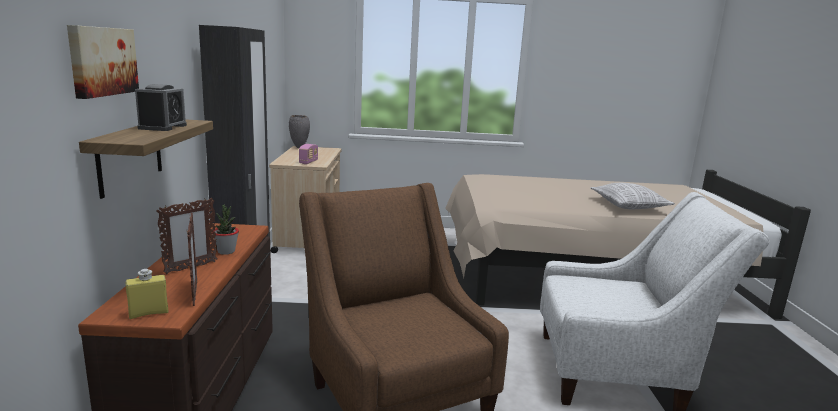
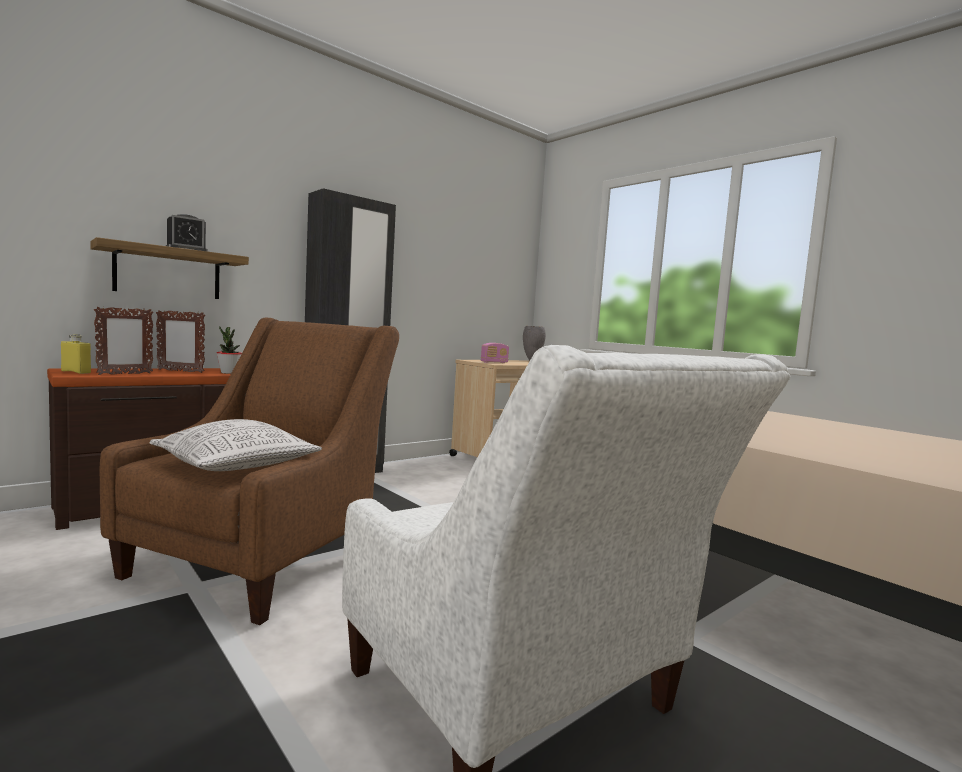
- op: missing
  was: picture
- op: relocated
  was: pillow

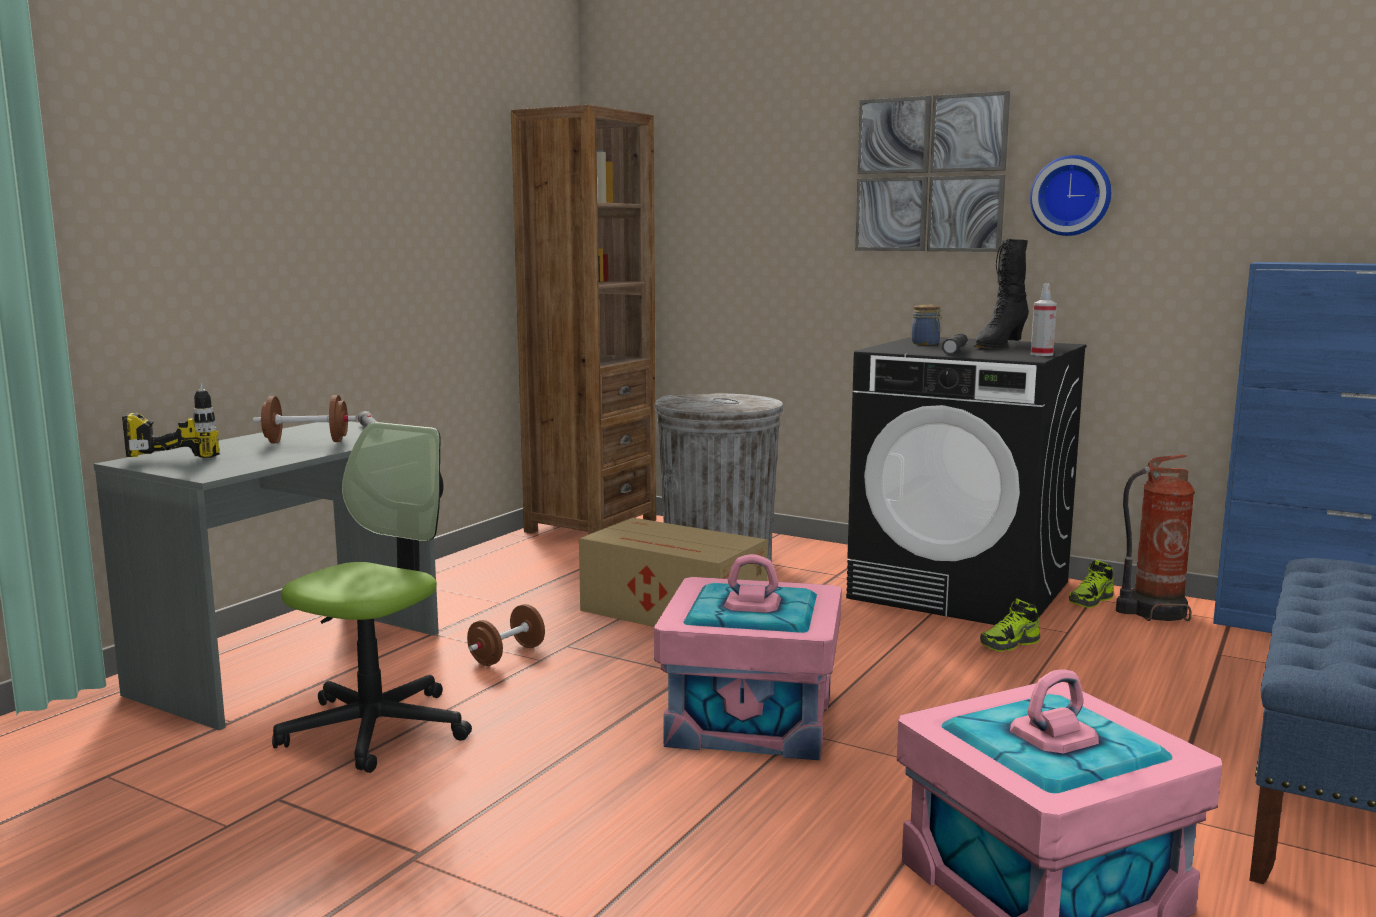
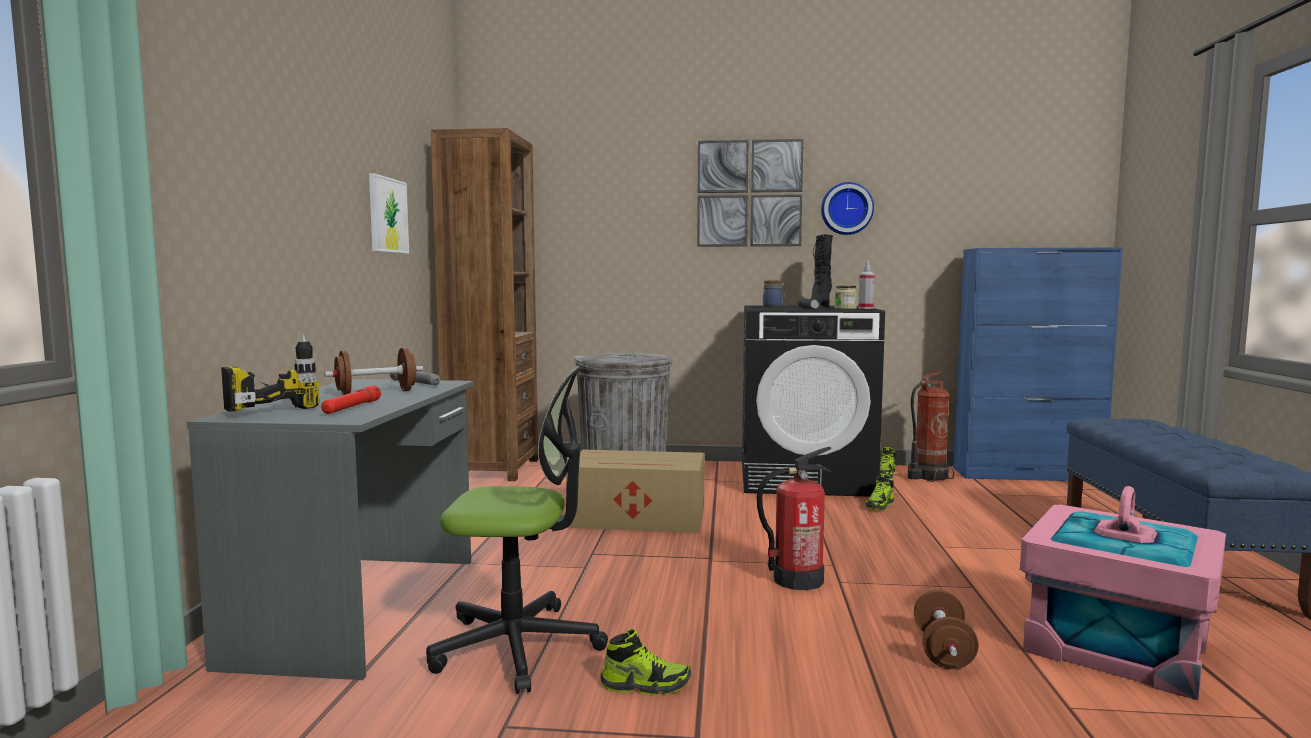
- op: spun
  was: office chair
  clockwise: 90
- op: exchanged
  was: storage box (pink) (no. 1 from left)
  now: fire extinguisher (no. 1 from left)
- op: relocated
  was: dumbbell (brown) (no. 2 from left)
- op: appeared
  now: picture (no. 1 from left)
- op: appeared
  now: jar (no. 2 from left)
- op: appeared
  now: flashlight (red)
- op: appeared
  now: shoe (no. 1 from left)

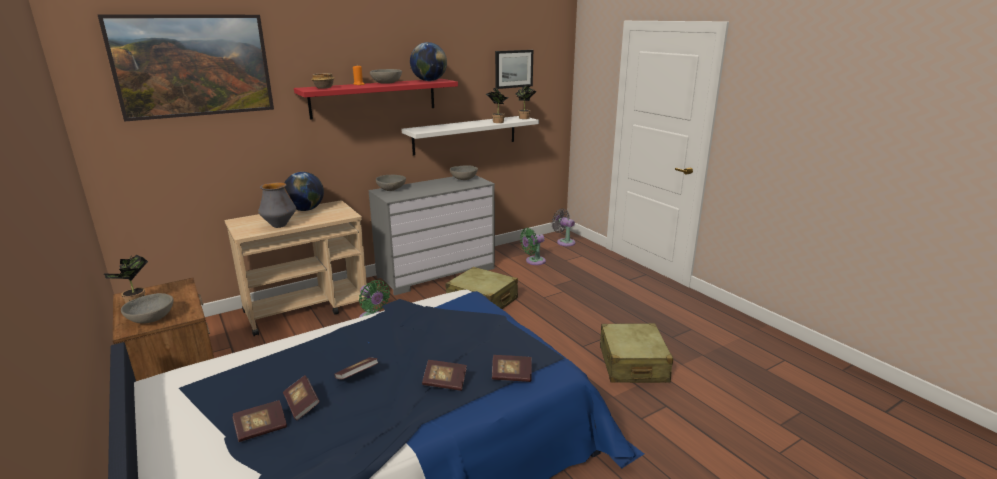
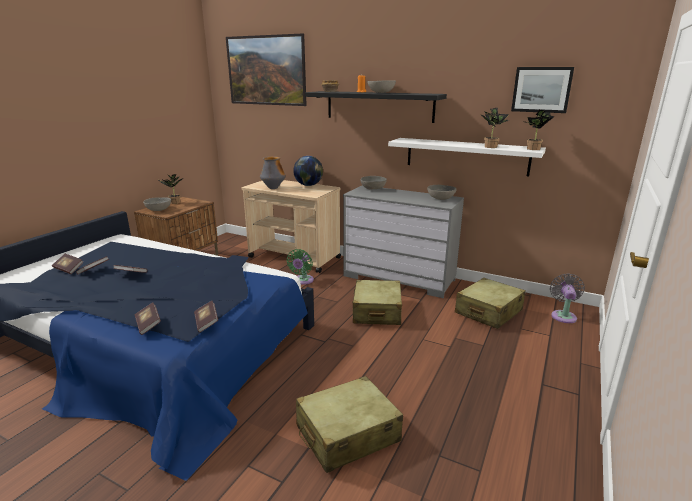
- op: missing
  was: globe (no. 2 from left)
- op: colour
  was: shelf (red)
  now: shelf (black)
- op: exchanged
  was: fan (green) (no. 2 from left)
  now: suitcase (beige) (no. 3 from left)
- op: relocated
  was: book (no. 4 from left in the first image)
  now: book (no. 5 from left)

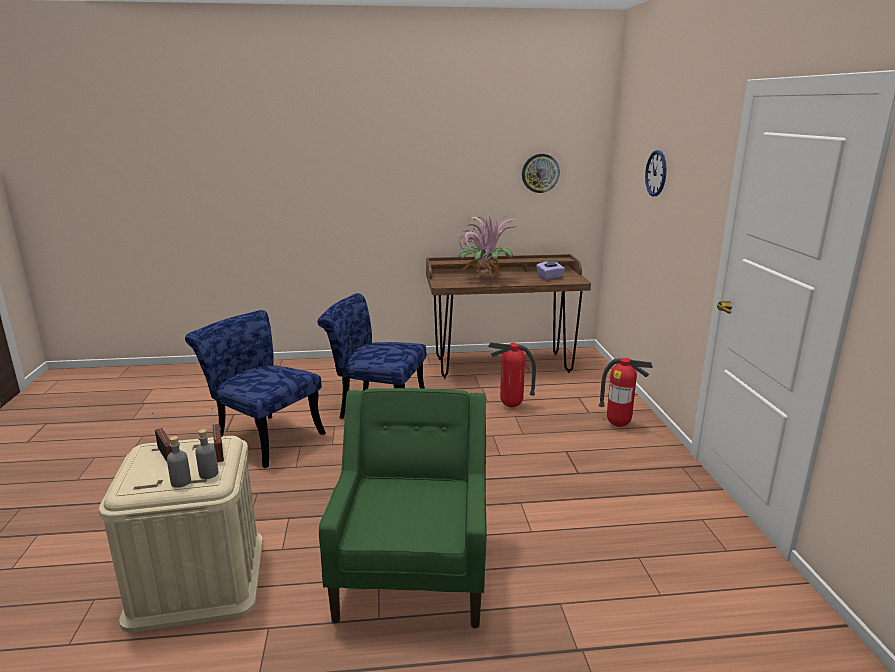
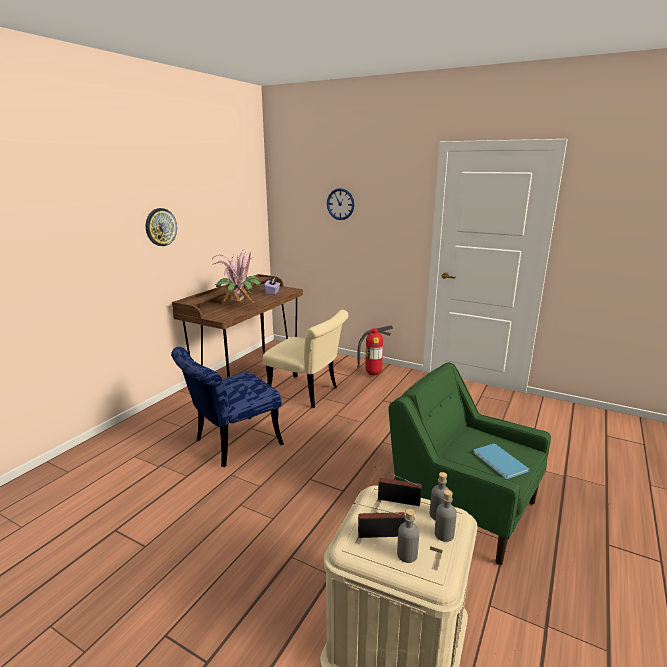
- op: relocated
  was: wall clock (no. 1 from left)
- op: missing
  was: chair (blue) (no. 1 from left)
- op: exchanged
  was: fire extinguisher (no. 1 from left)
  now: chair (beige)
- op: appeared
  now: book (blue)
- op: appeared
  now: bottle (grey) (no. 1 from left)

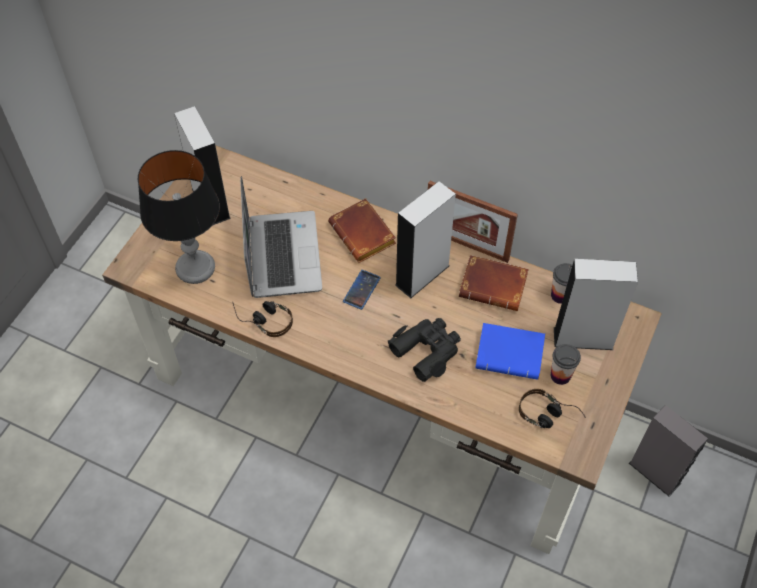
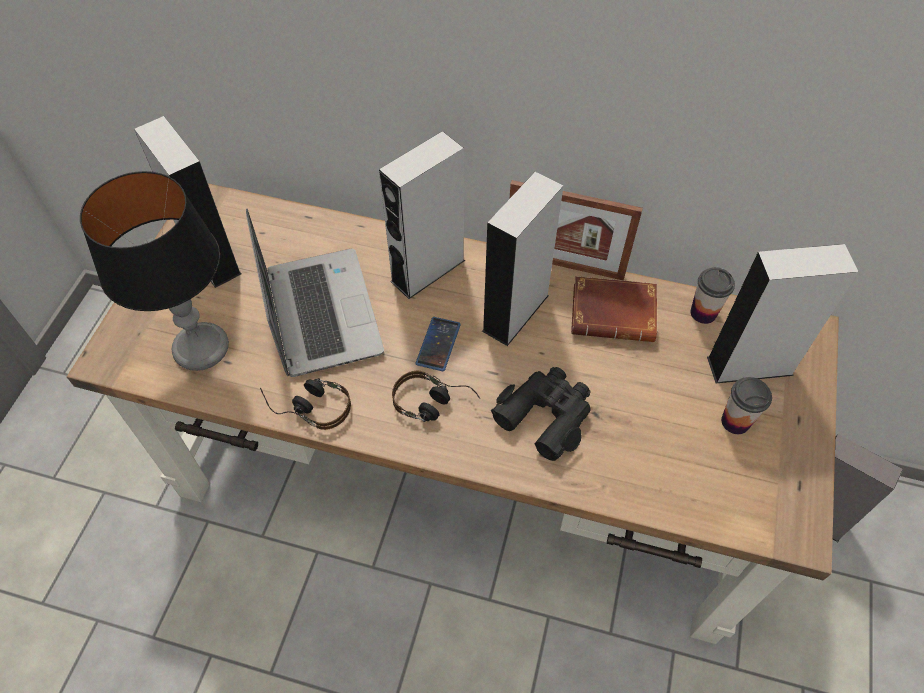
- op: exchanged
  was: book (brown) (no. 1 from left)
  now: speaker (grey) (no. 2 from left)
- op: missing
  was: book (blue)
- op: relocated
  was: headphones (no. 2 from left)

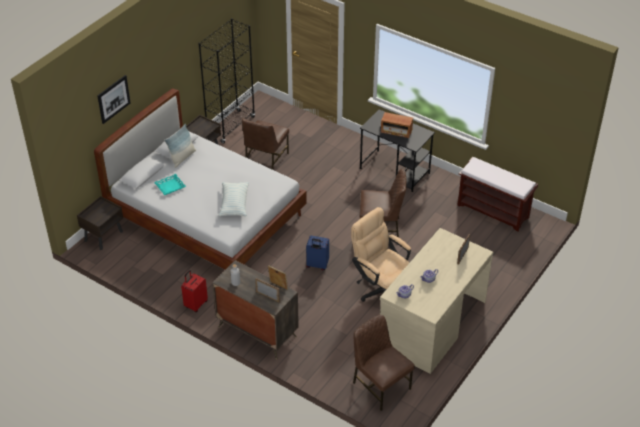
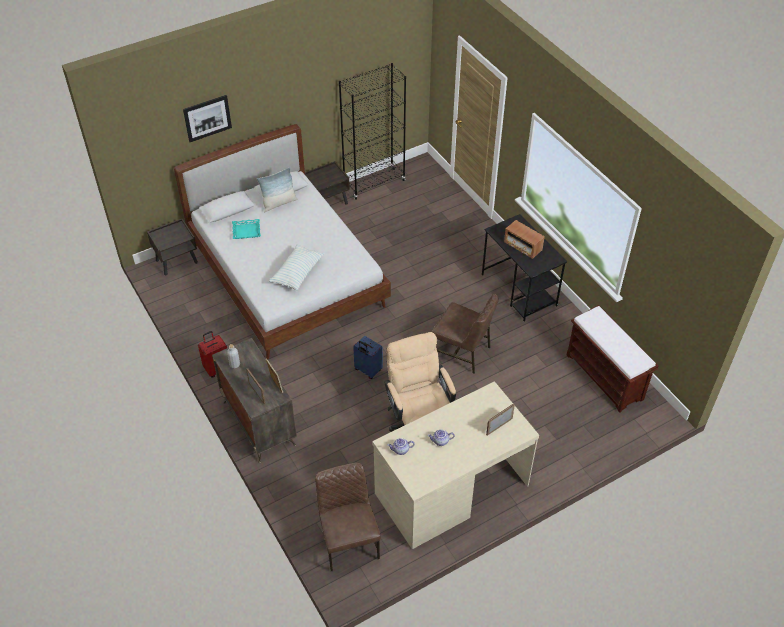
- op: missing
  was: chair (brown) (no. 1 from left)

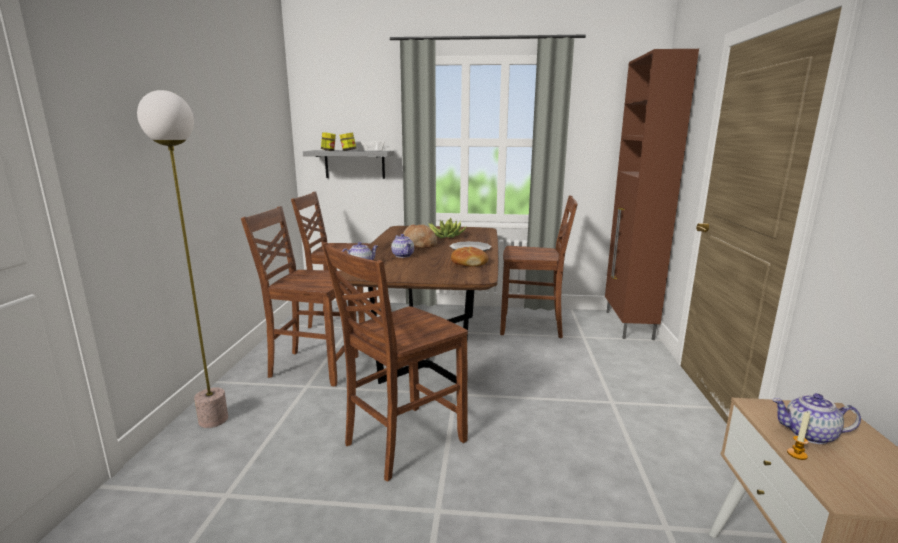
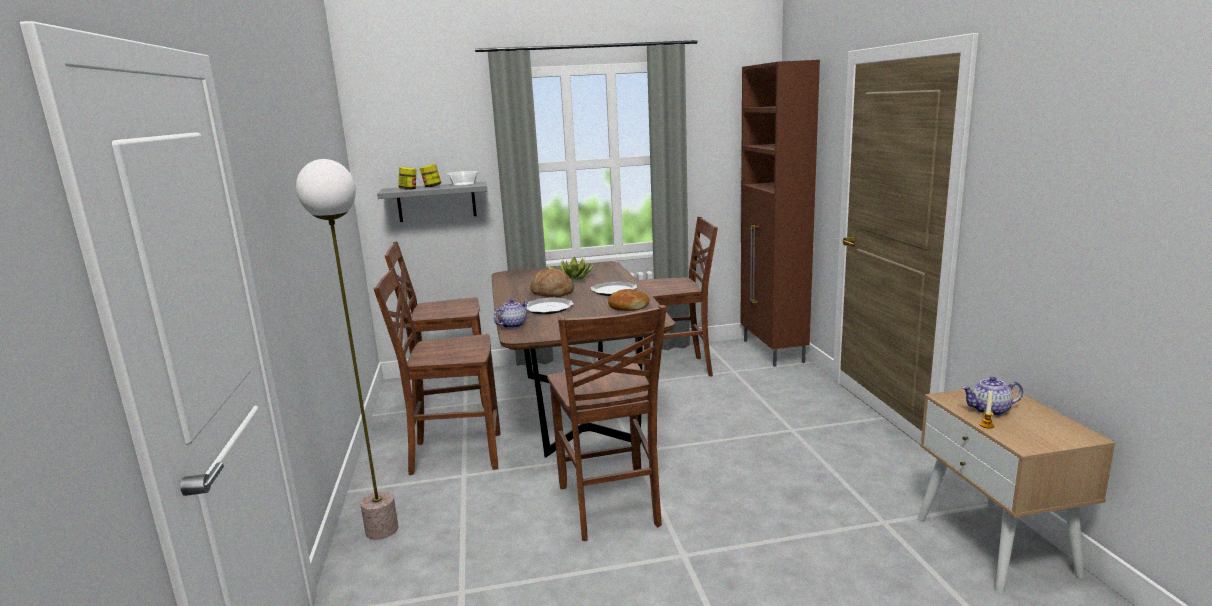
- op: exchanged
  was: teapot (no. 2 from left)
  now: plate (no. 1 from left)
- op: spun
  was: chair (brown) (no. 3 from left)
  clockwise: -45

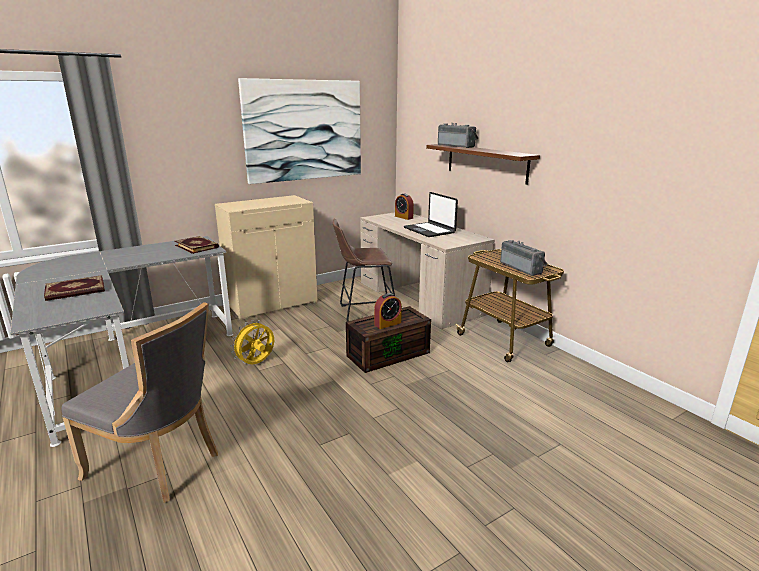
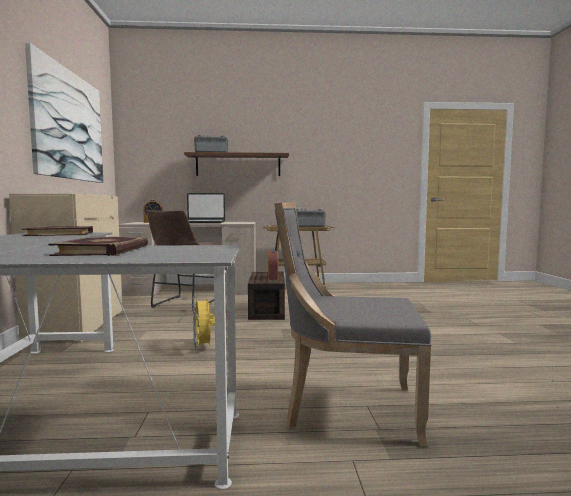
- op: spun
  was: chair (grey)
  clockwise: -135

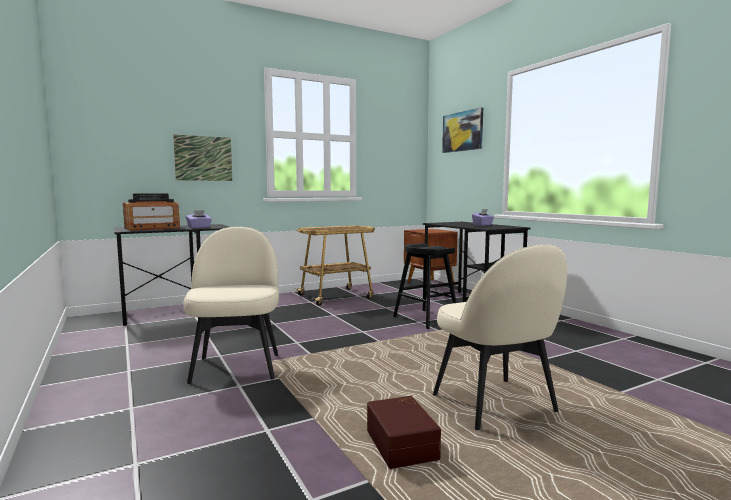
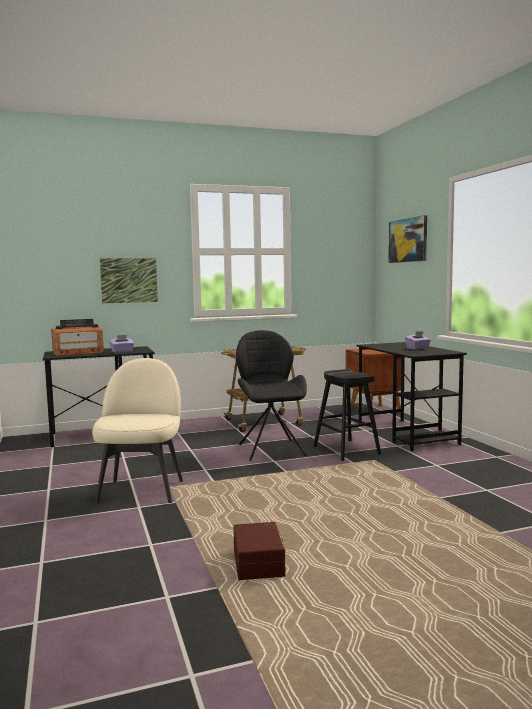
- op: missing
  was: chair (beige) (no. 2 from left)
- op: appeared
  now: chair (black)

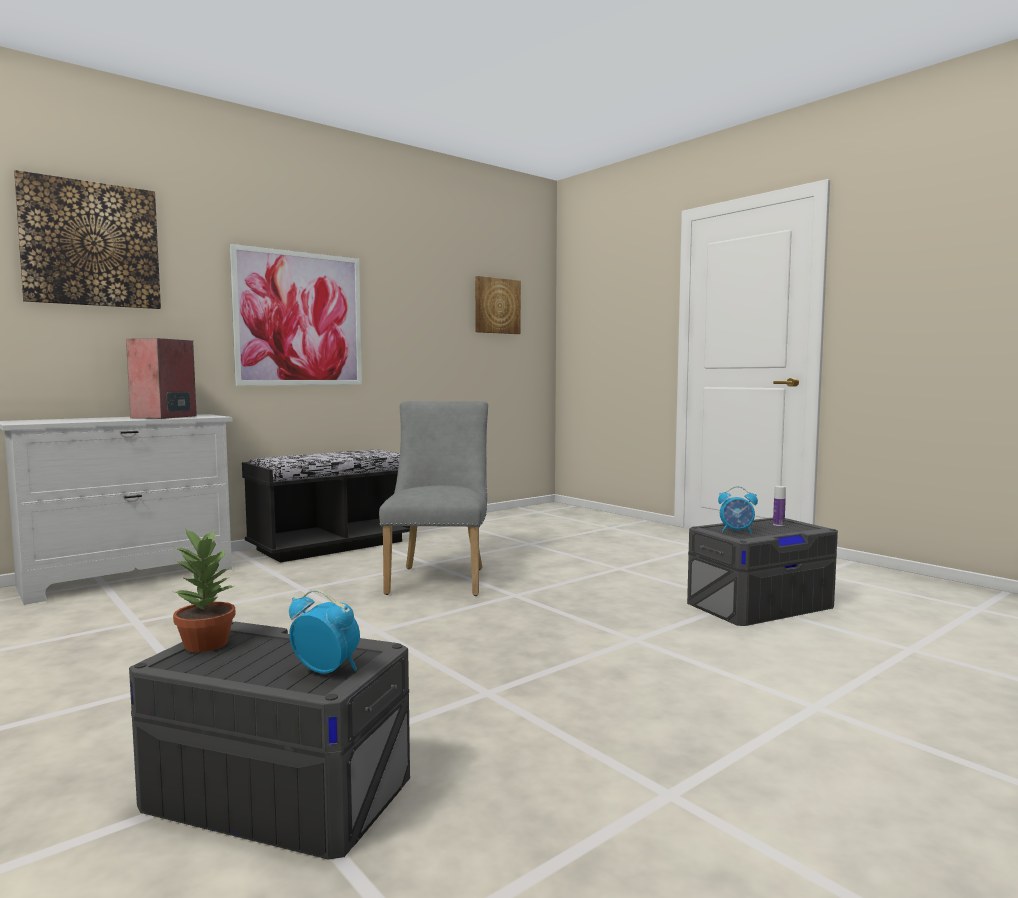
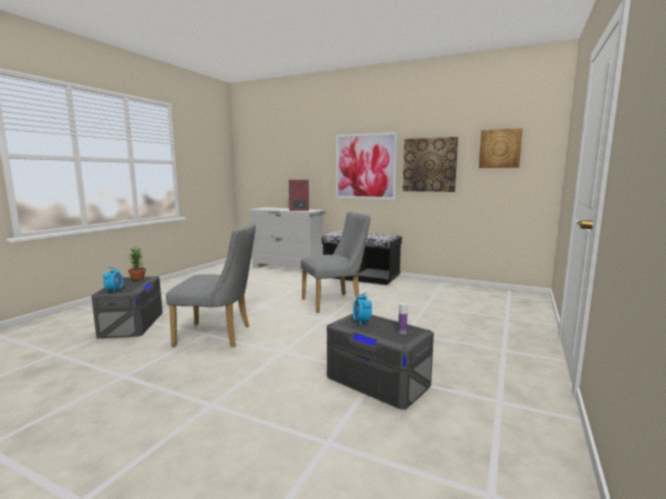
- op: relocated
  was: picture (no. 1 from left in the first image)
  now: picture (no. 2 from left)
- op: appeared
  now: chair (grey) (no. 1 from left)

